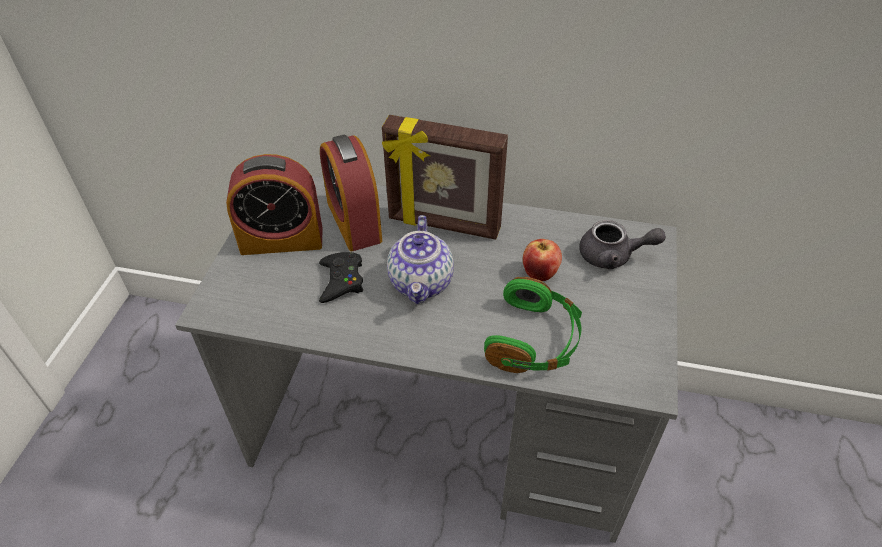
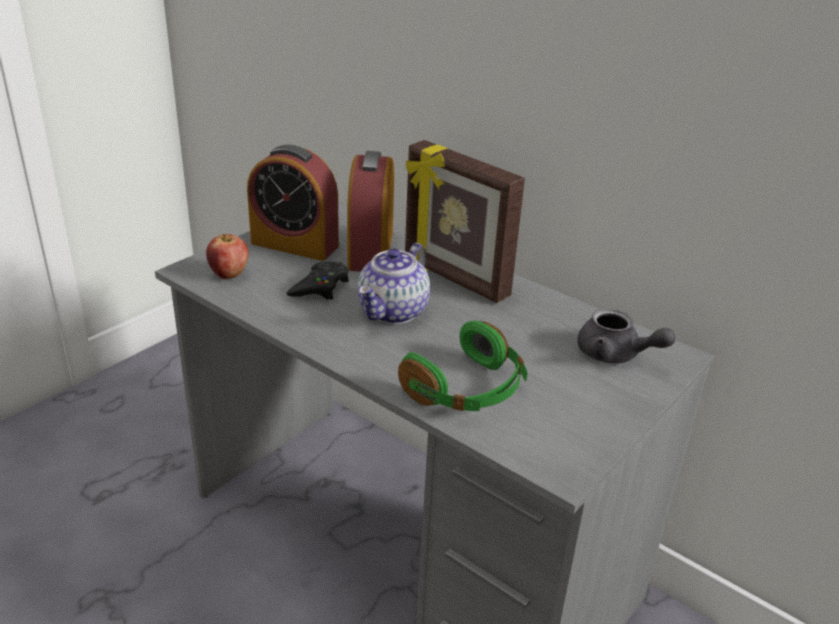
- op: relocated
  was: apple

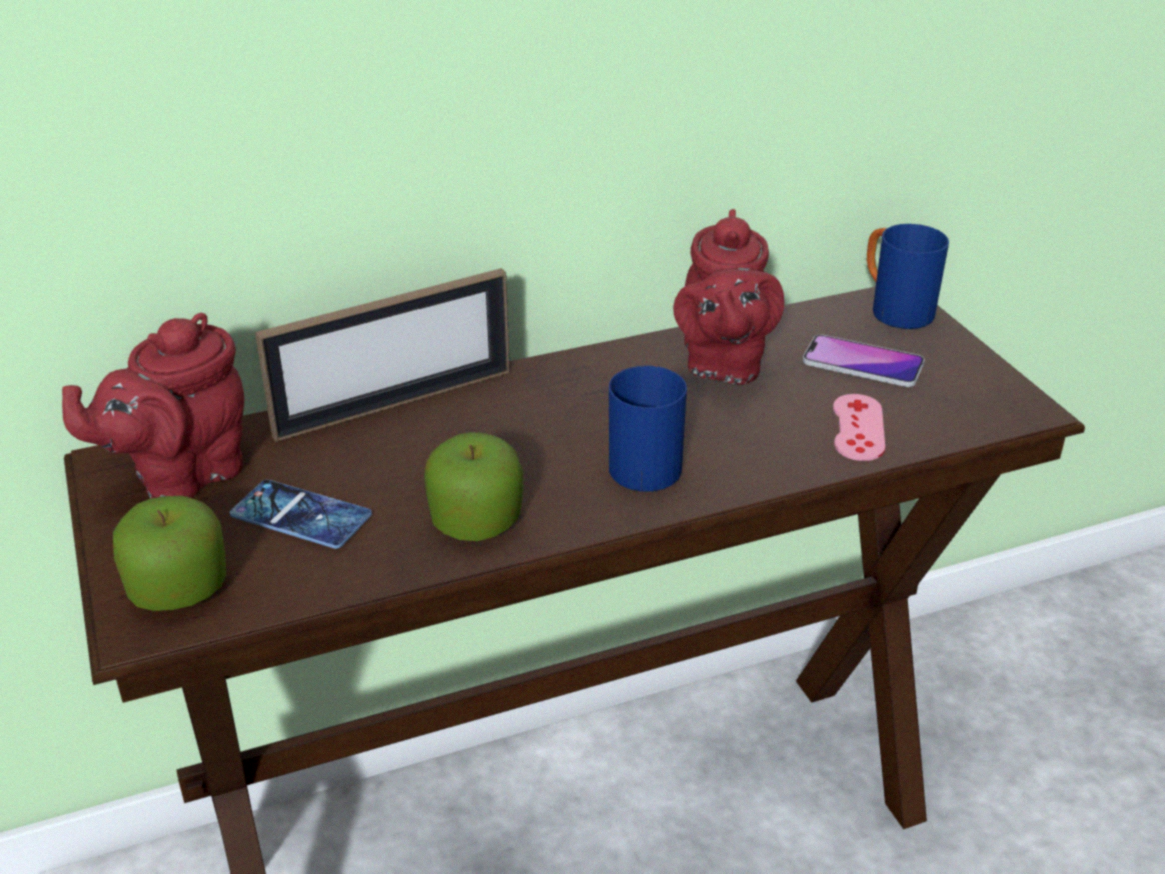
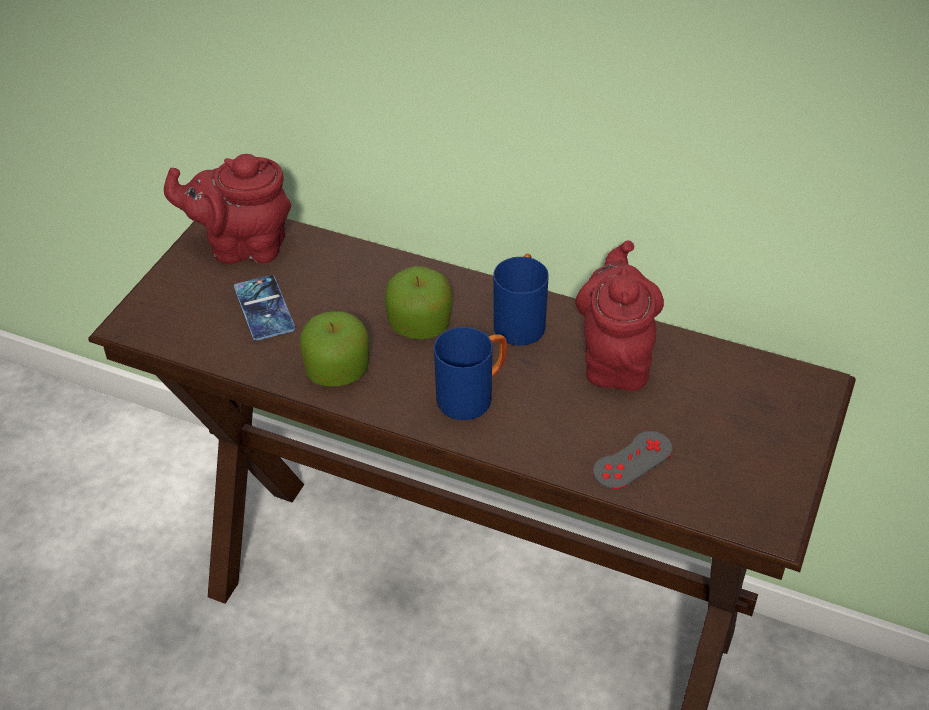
- op: spun
  was: teapot (red) (no. 2 from left)
  clockwise: 135
- op: relocated
  was: mug (blue) (no. 2 from left)
- op: missing
  was: picture frame
- op: missing
  was: phone (no. 2 from left)
- op: colour
  was: game controller (pink)
  now: game controller (grey)
- op: relocated
  was: apple (no. 1 from left in the first image)
  now: apple (no. 2 from left)

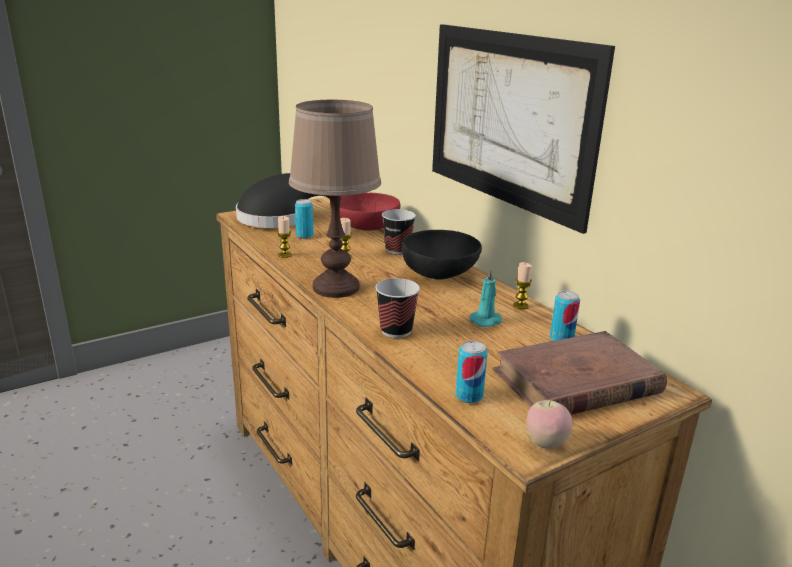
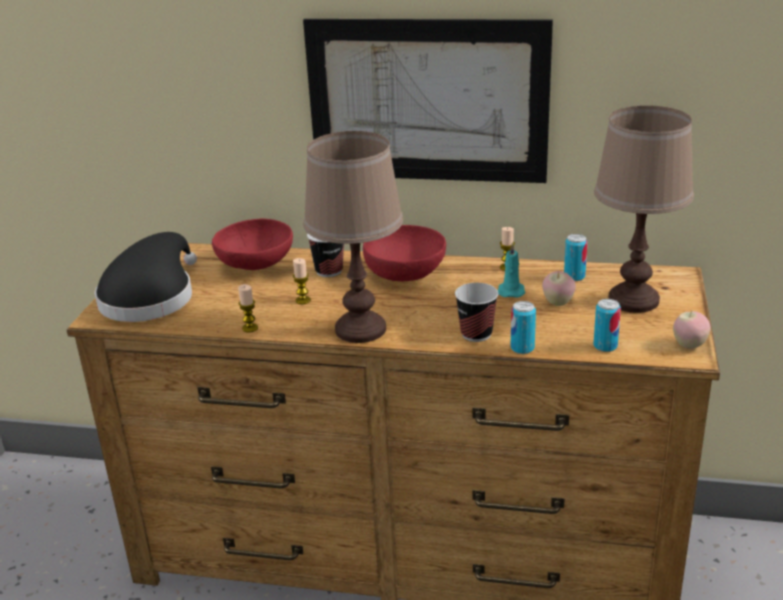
- op: relocated
  was: can (no. 1 from left)
- op: colour
  was: bowl (black)
  now: bowl (red) (no. 2 from left)
- op: exchanged
  was: book (brown)
  now: table lamp (brown) (no. 2 from left)
- op: appeared
  now: apple (no. 1 from left)

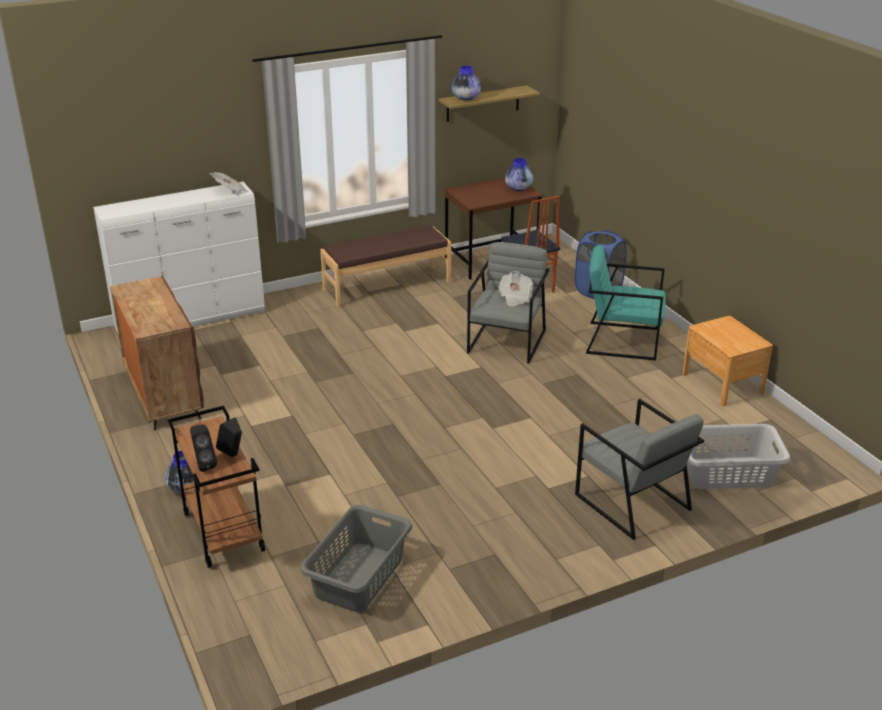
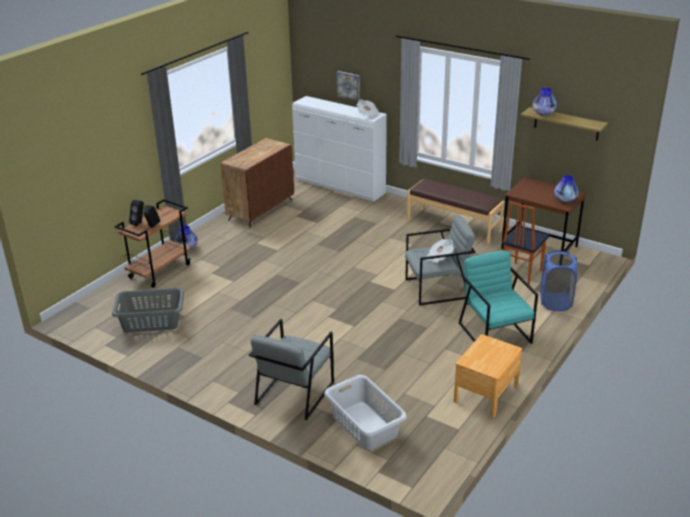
- op: appeared
  now: picture

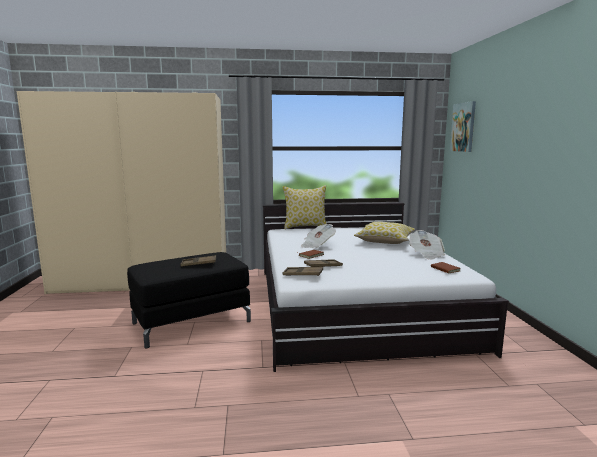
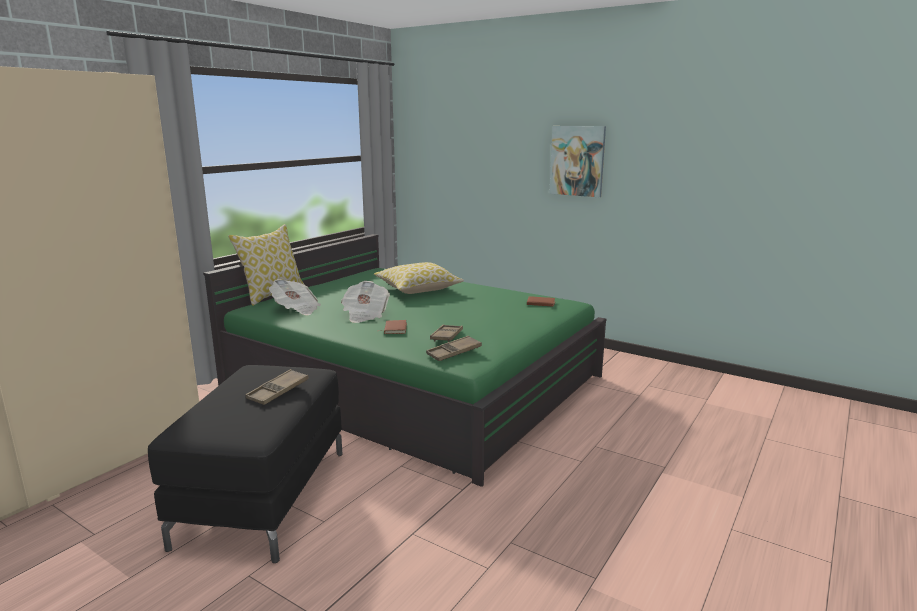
- op: relocated
  was: picture
- op: colour
  was: bed (white)
  now: bed (green)
- op: relocated
  was: newspaper (no. 2 from left in the first image)
  now: newspaper (no. 1 from left)

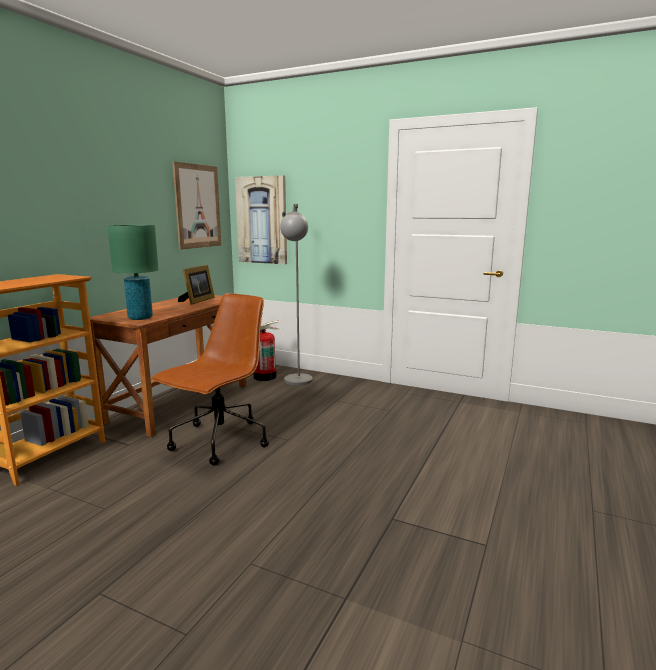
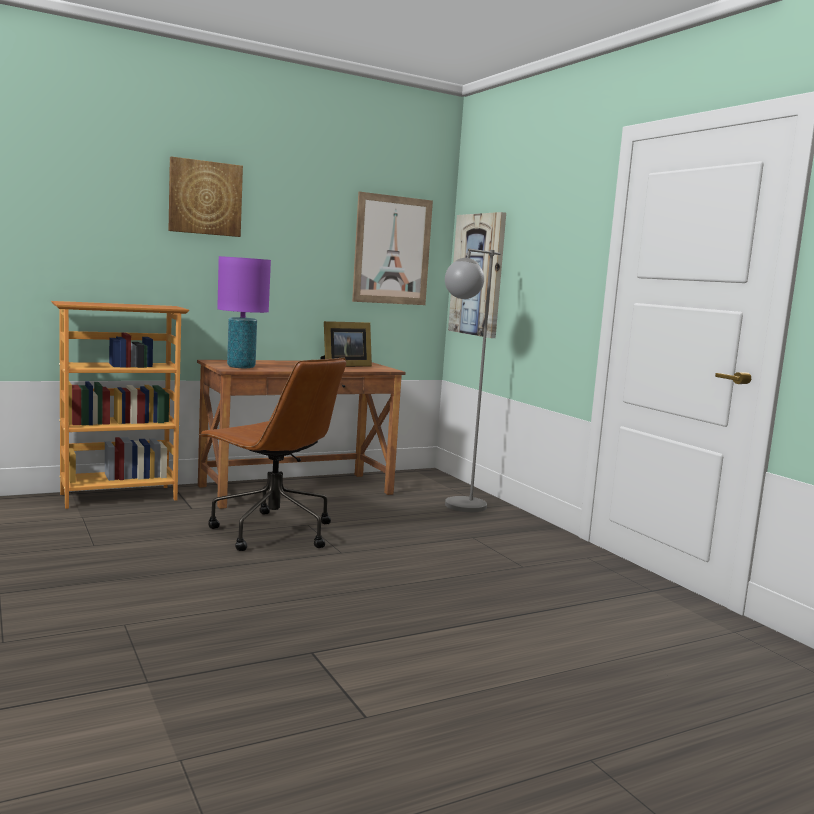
- op: colour
  was: table lamp (green)
  now: table lamp (purple)
- op: spun
  was: office chair (brown)
  clockwise: 60
- op: missing
  was: fire extinguisher
- op: appeared
  now: picture (no. 1 from left)

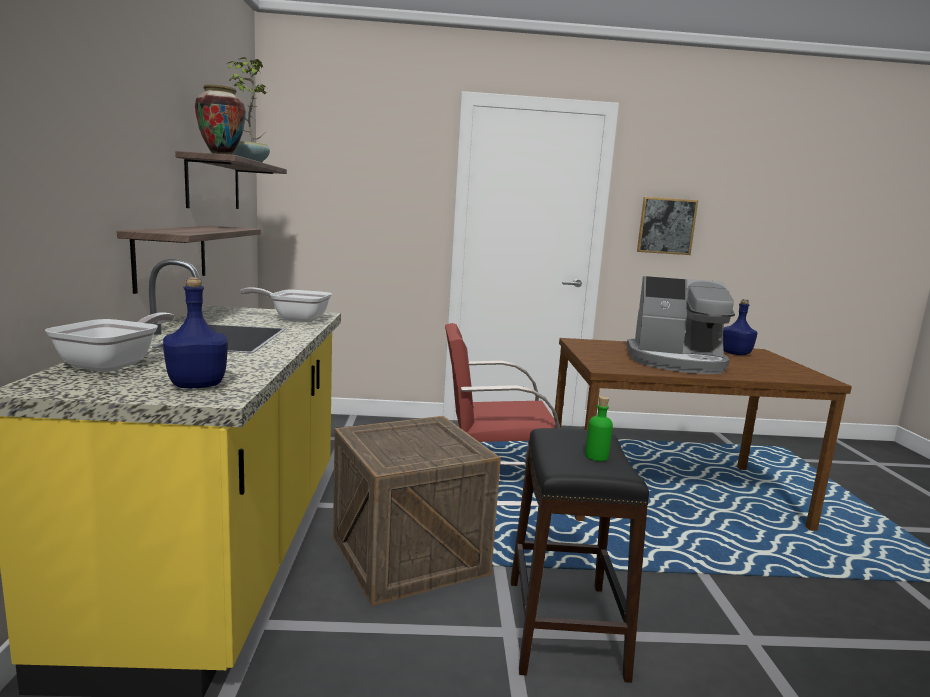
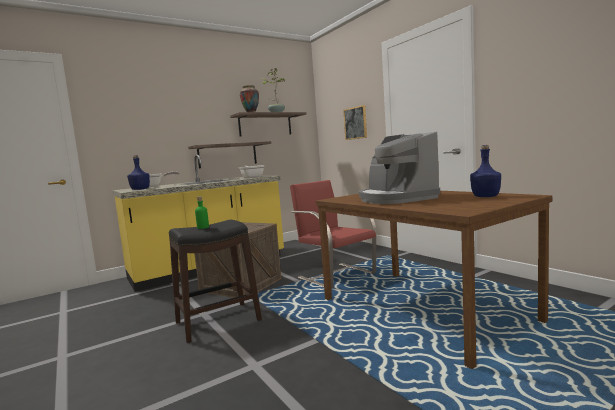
- op: relocated
  was: picture

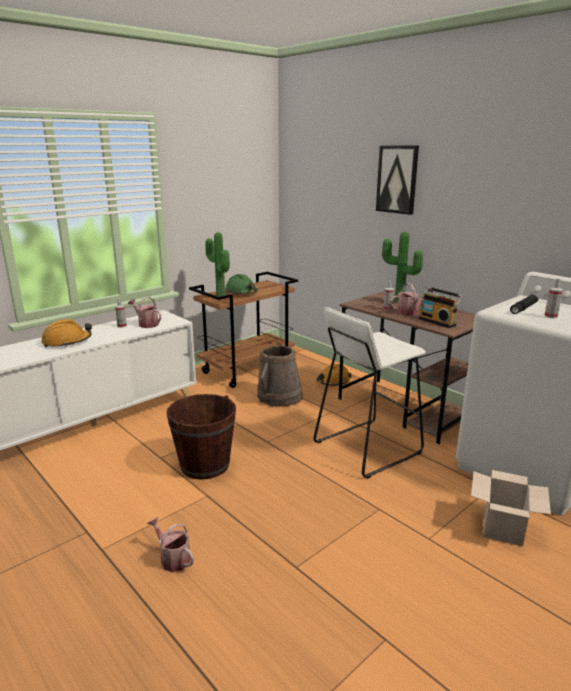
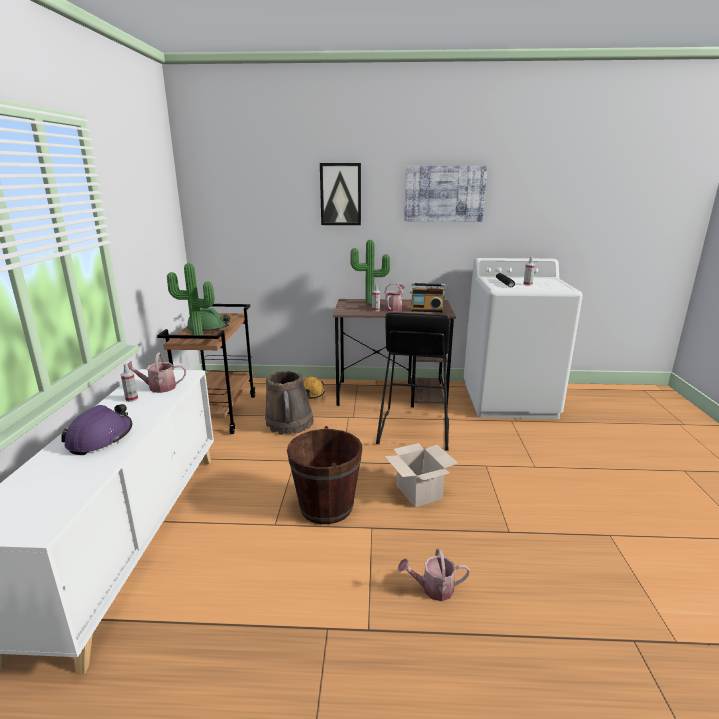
- op: colour
  was: stool (white)
  now: stool (black)
- op: colour
  was: hard hat (orange) (no. 1 from left)
  now: hard hat (purple)
- op: relocated
  was: cardboard box
- op: appeared
  now: picture (no. 2 from left)

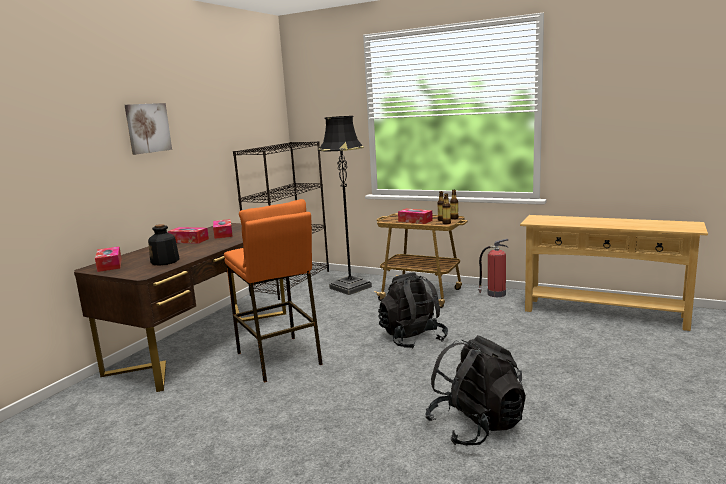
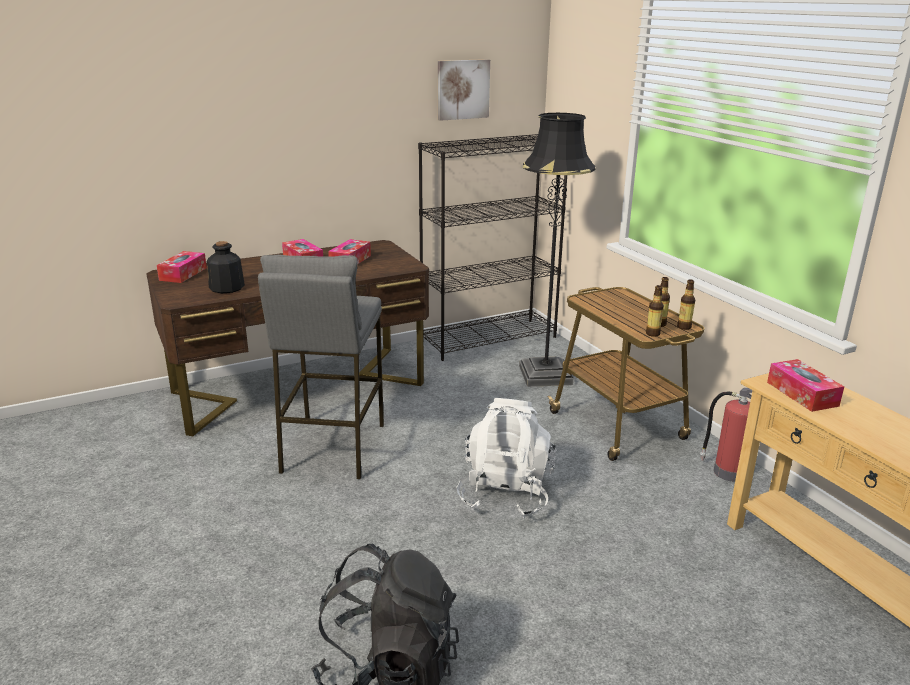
- op: relocated
  was: picture
- op: colour
  was: stool (orange)
  now: stool (grey)
- op: relocated
  was: tissue box (no. 4 from left)
- op: colour
  was: backpack (black) (no. 1 from left)
  now: backpack (white)

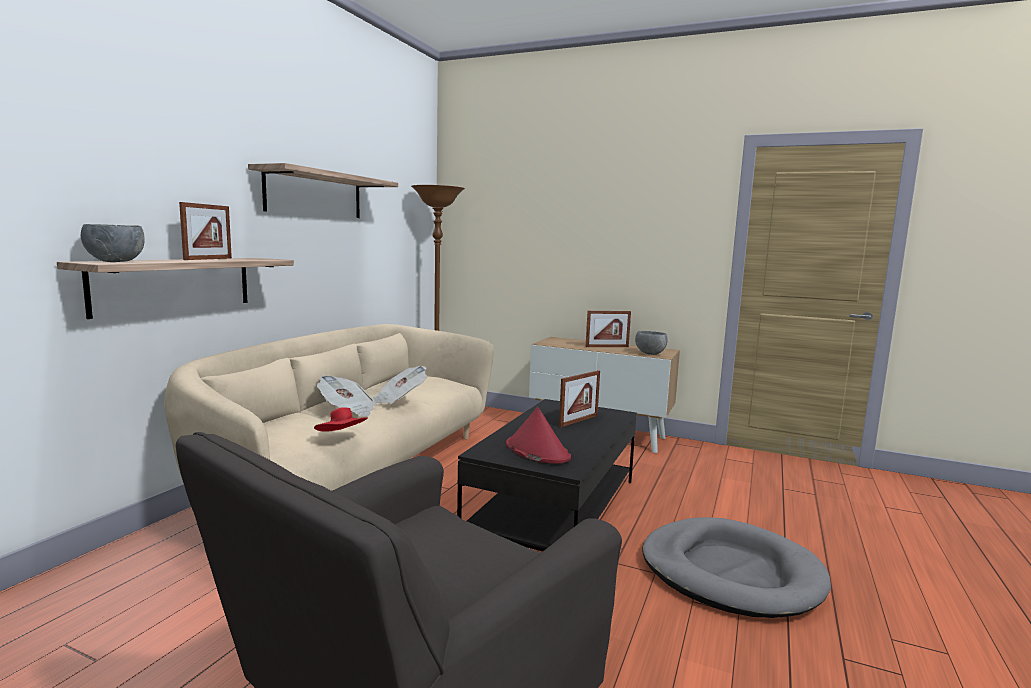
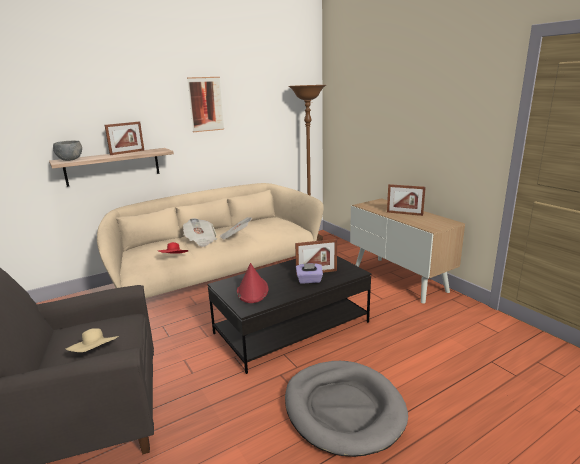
- op: exchanged
  was: shelf (no. 2 from left)
  now: picture
- op: missing
  was: bowl (grey) (no. 2 from left)
- op: appeared
  now: tissue box (purple)
- op: appeared
  now: hat (beige)

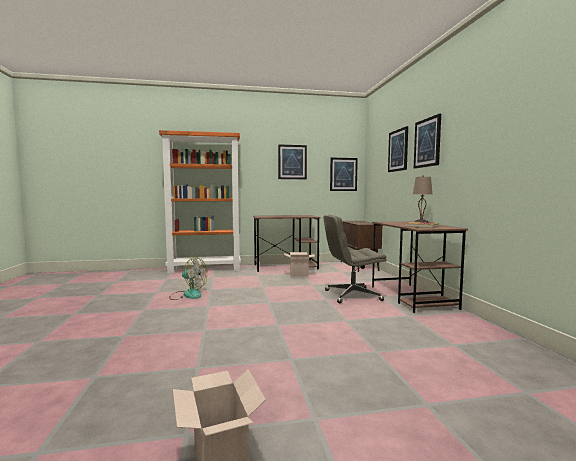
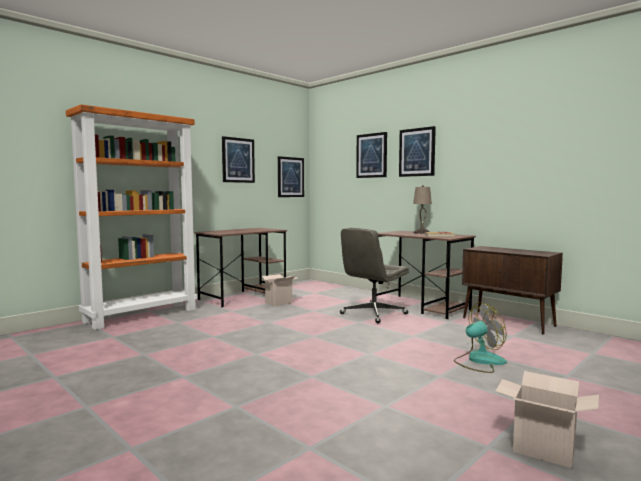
- op: relocated
  was: cabinet (brown)
- op: relocated
  was: fan

